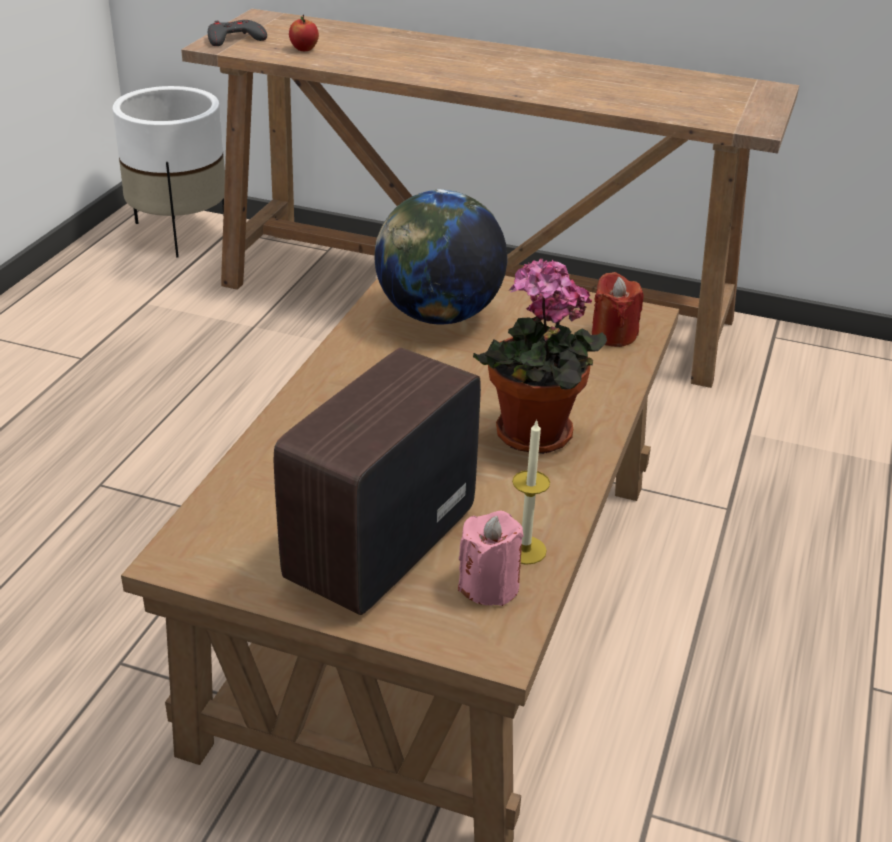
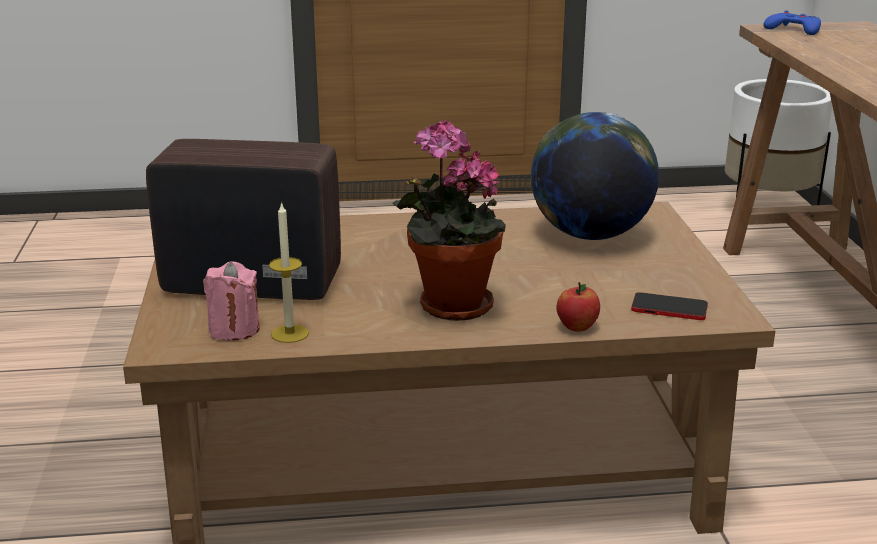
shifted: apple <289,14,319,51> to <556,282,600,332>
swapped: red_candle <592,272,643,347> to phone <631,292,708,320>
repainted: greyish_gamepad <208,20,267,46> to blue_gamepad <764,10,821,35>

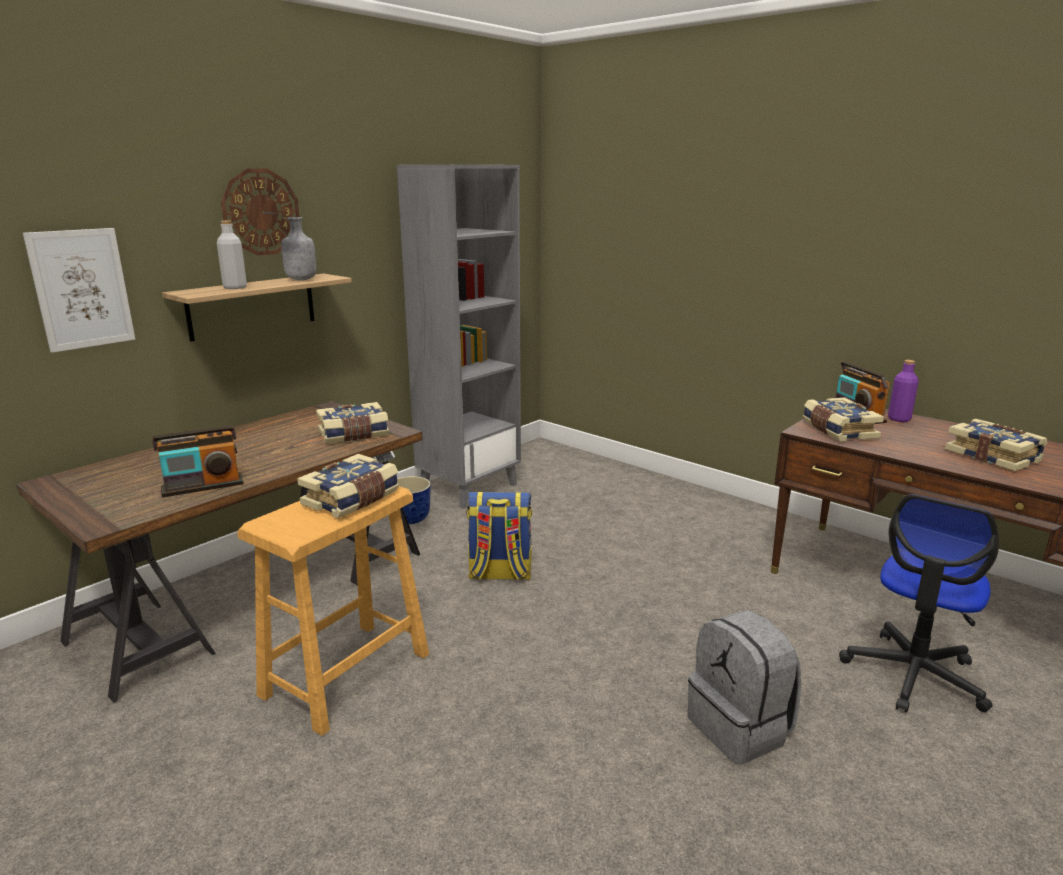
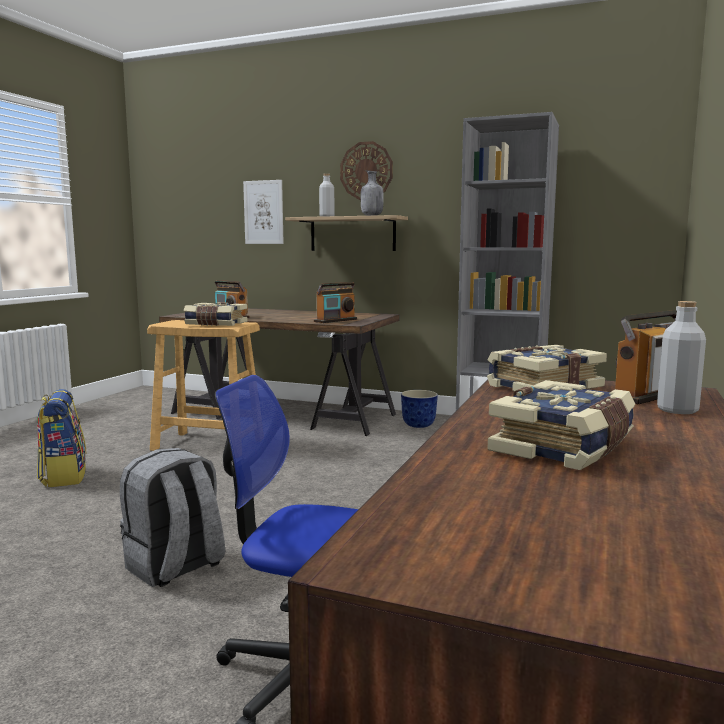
shifted: knapsack <466,492,532,580> to <37,389,86,487>
swapped: book <316,402,389,444> to radio_set <314,282,357,323>
repainted: purple-coloured_bottle <888,360,919,422> to greyish_bottle <657,301,706,414>

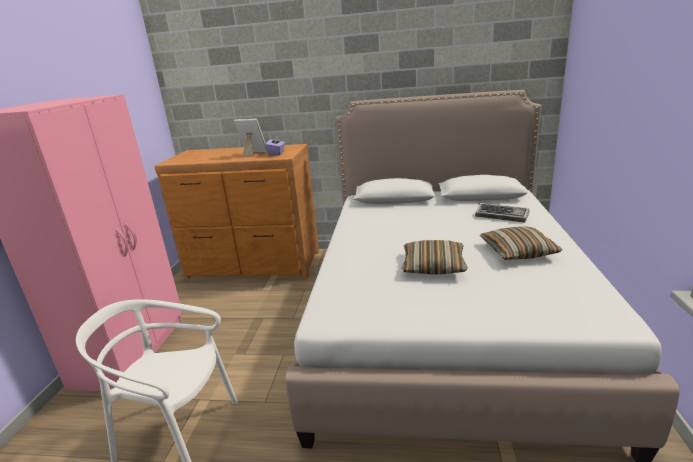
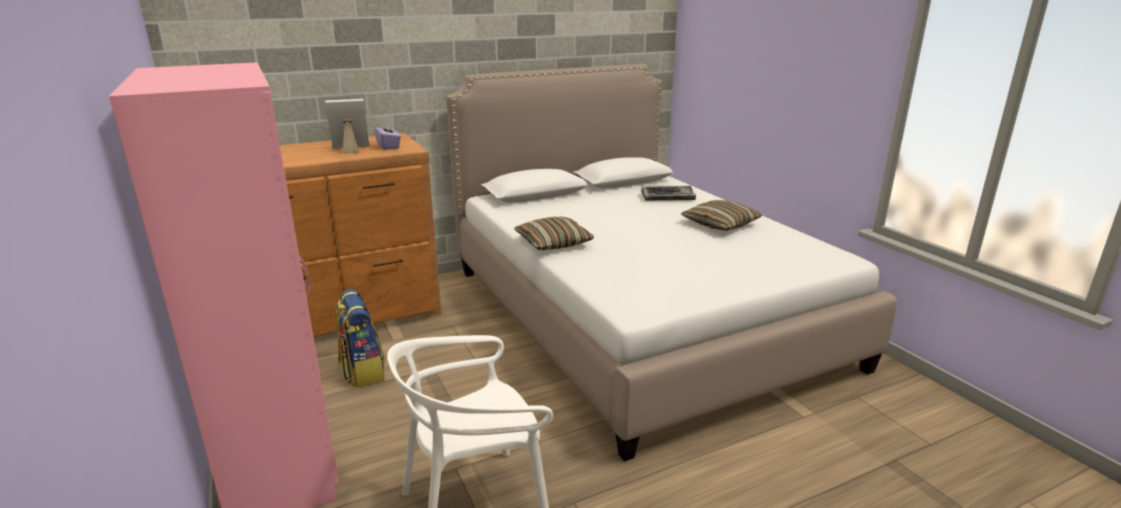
new: knapsack <336,289,385,388>
shifted: pillow <402,240,468,274> to <514,217,594,250>

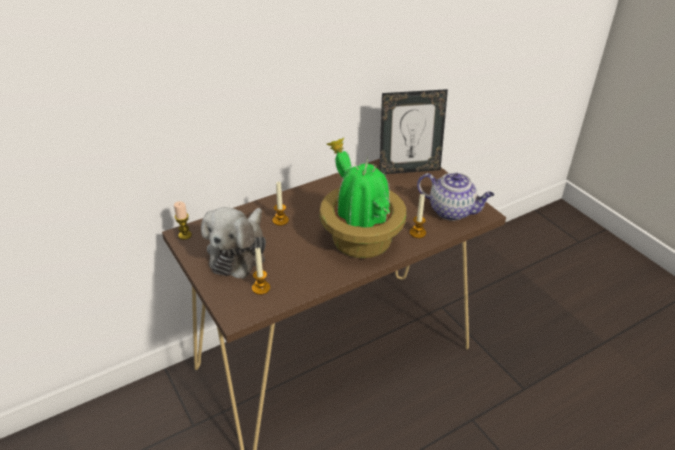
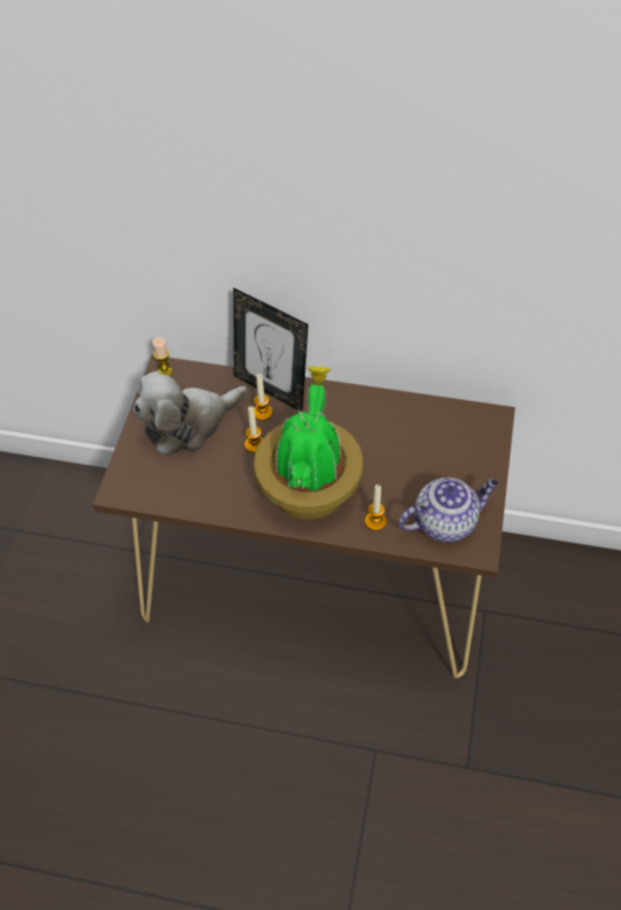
shifted: standing_frame <379,89,448,174> to <233,287,308,412>; candle <252,247,270,295> to <245,406,263,453>
rotated: pot_for_tea <417,172,494,221> = <399,477,499,542> 90 degrees counterclockwise

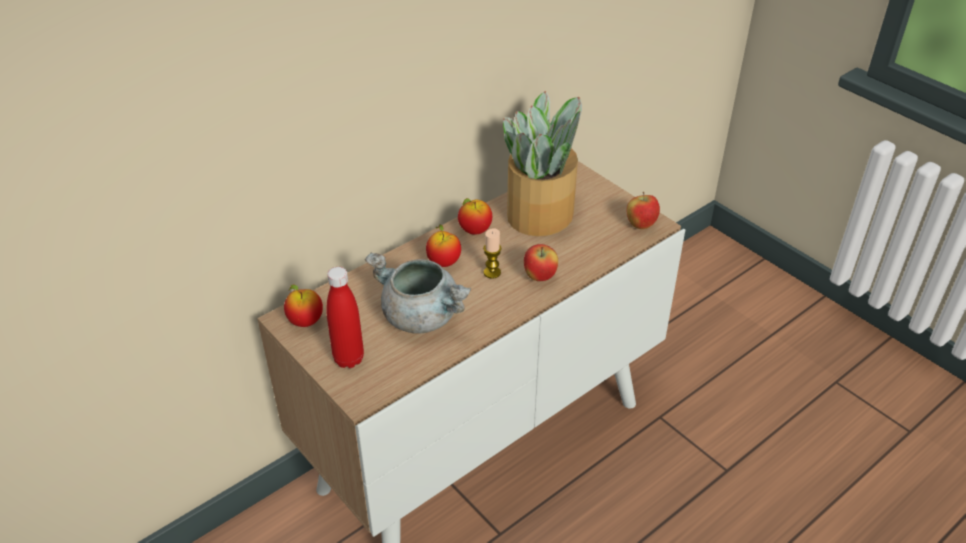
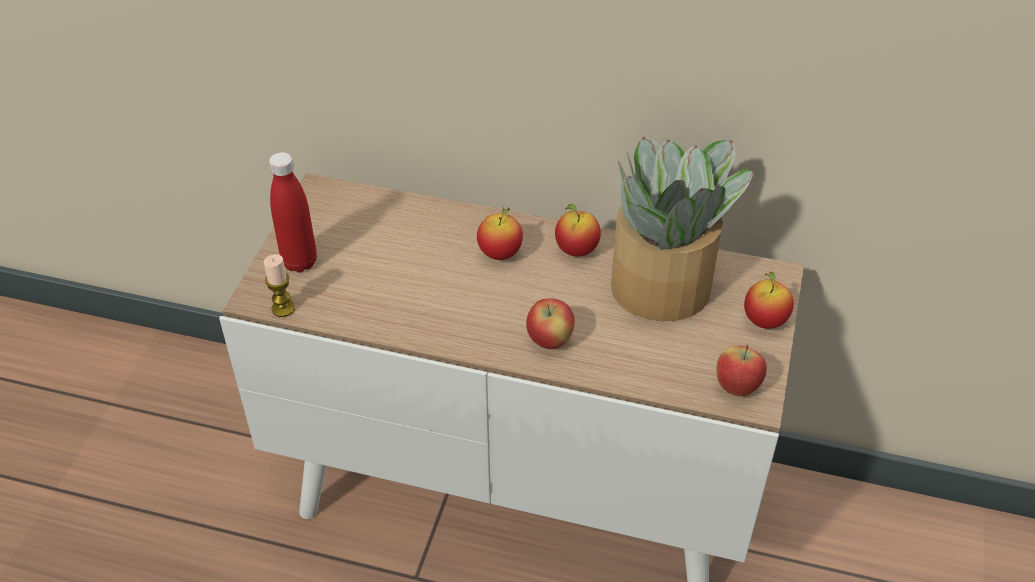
gone: greyish_saucepot <365,253,471,334>
shifted: candle <483,228,501,279> to <264,254,295,317>; apple <284,285,323,327> to <744,271,794,329>

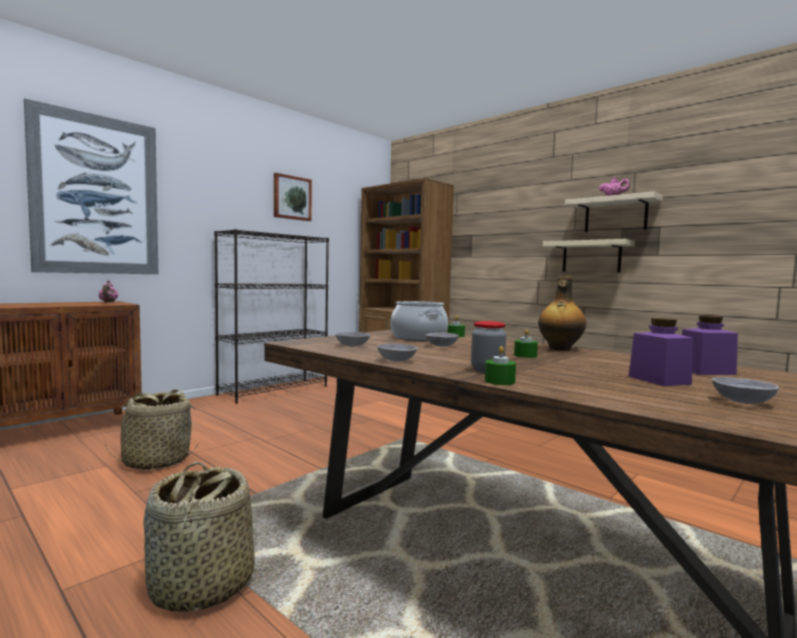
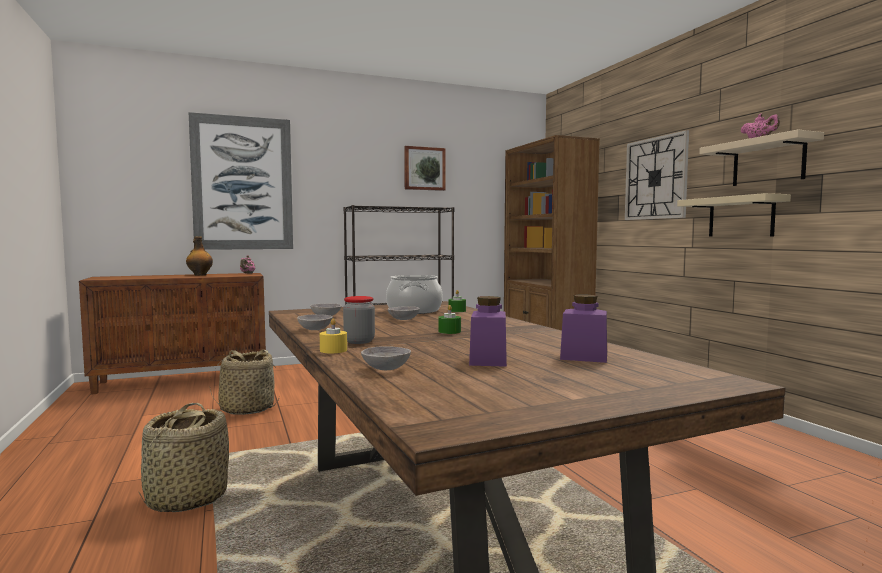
new: wall_clock <625,130,689,220>
shifted: bottle <538,276,586,351> to <186,236,213,276>; greyish_bowl <712,377,779,404> to <361,346,411,370>
repainted: green_candle <485,346,516,385> to yellow_candle <320,318,347,353>

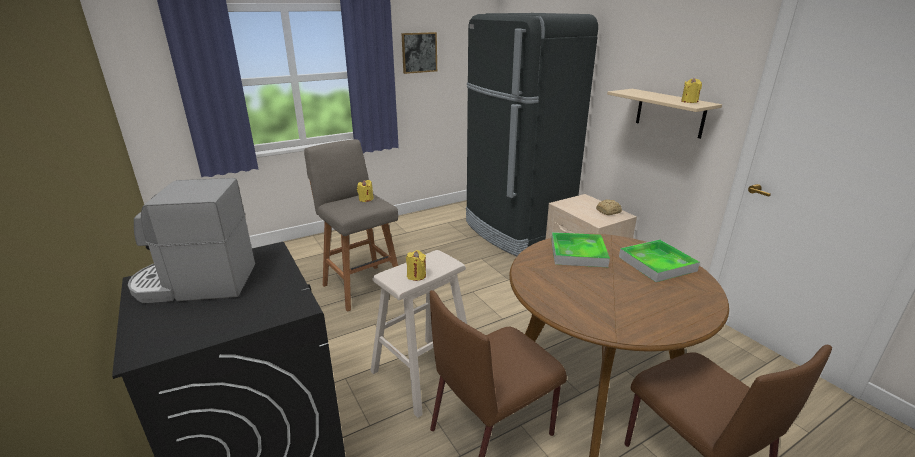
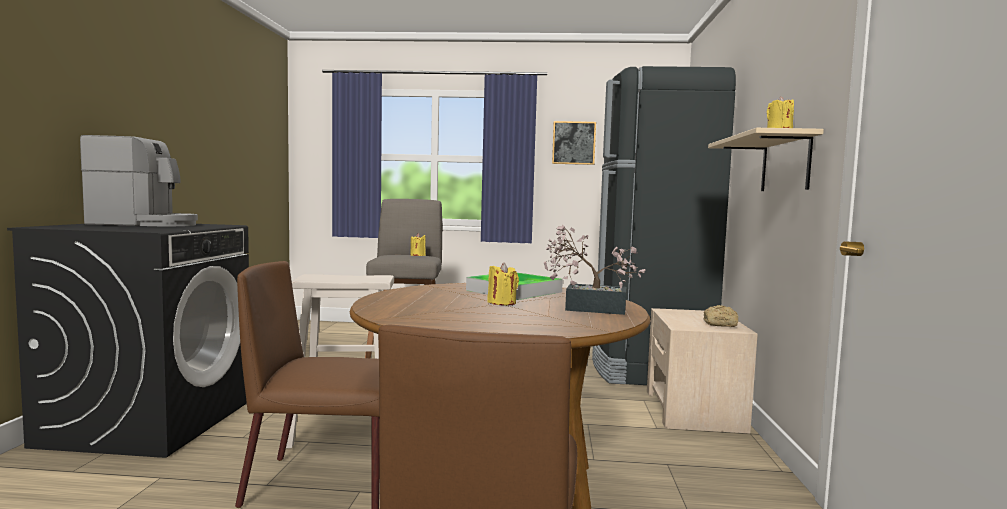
shifted: yellow_candle <406,250,426,281> to <487,263,519,306>
swapped: serving_tray <619,240,700,282> to plant_in_a_pot <544,225,646,315>
rotated: coffee_machine <128,178,255,303> = <80,135,198,227> 150 degrees clockwise

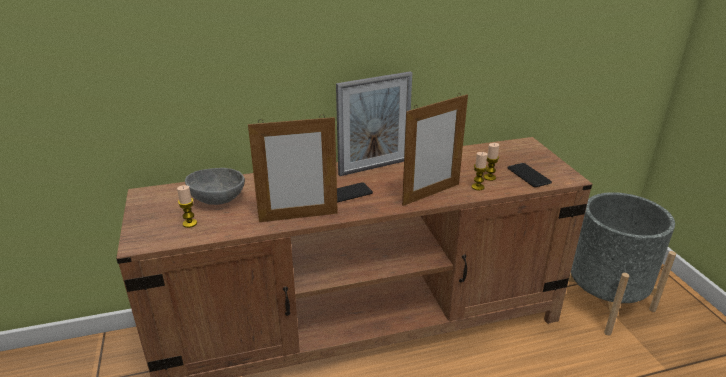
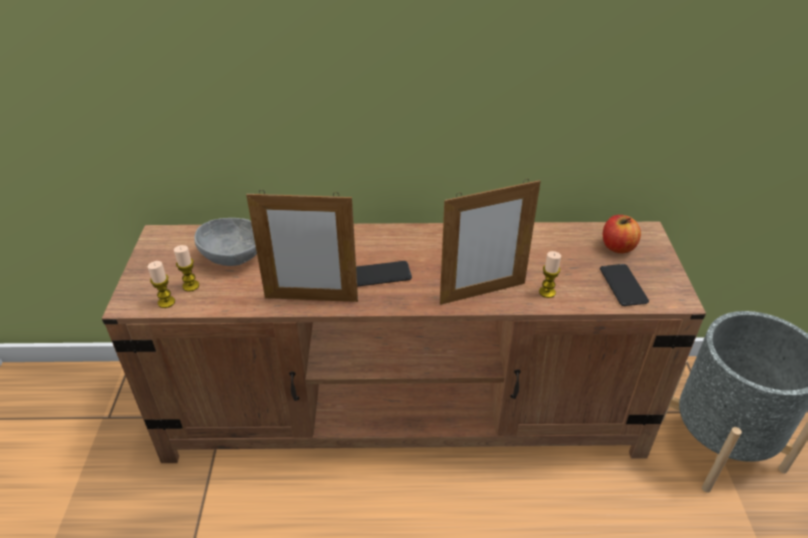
gone: standing_frame <336,72,412,176>
new: apple <603,215,641,253>
shifted: candle <484,143,499,181> to <148,261,175,308>

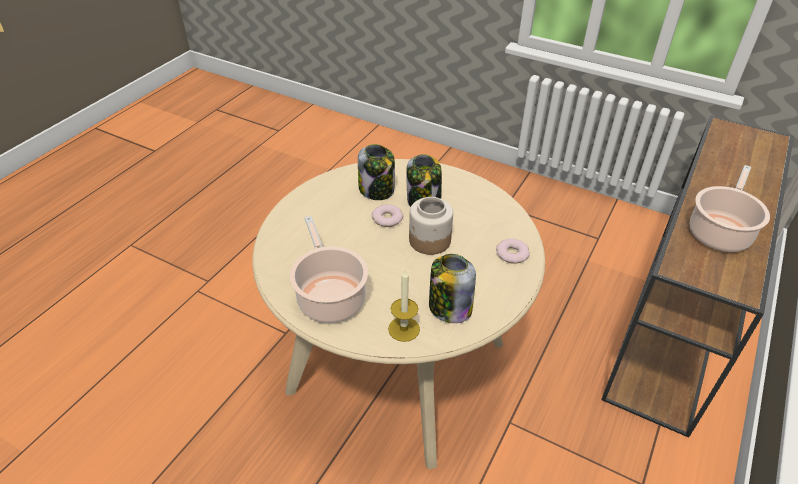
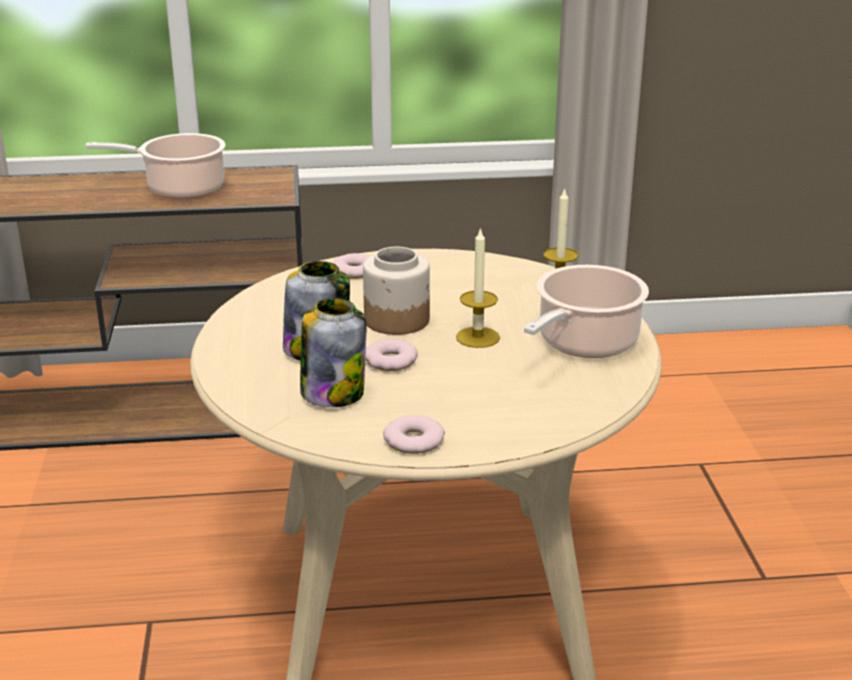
gone: storage_jar <429,254,476,323>
new: candle <456,227,500,348>; donut <383,415,445,454>

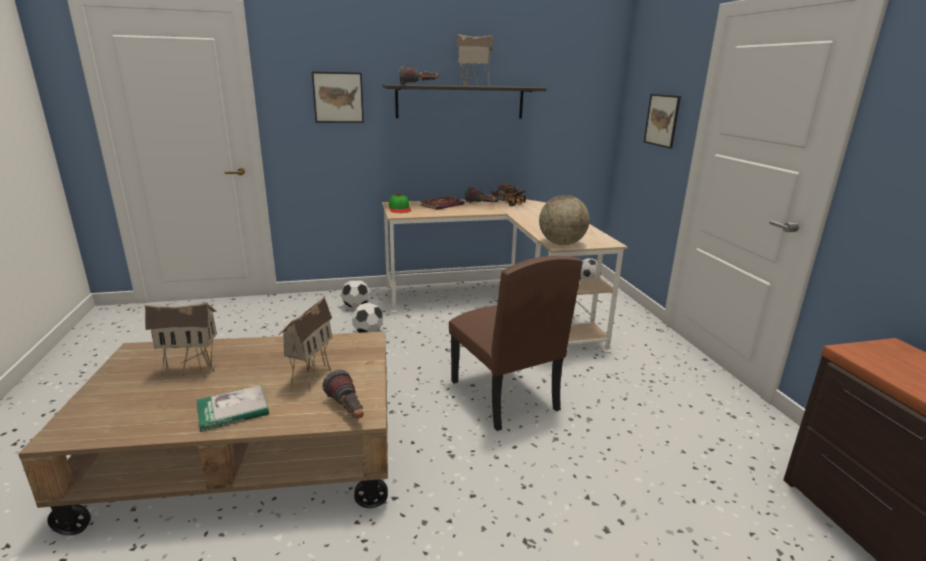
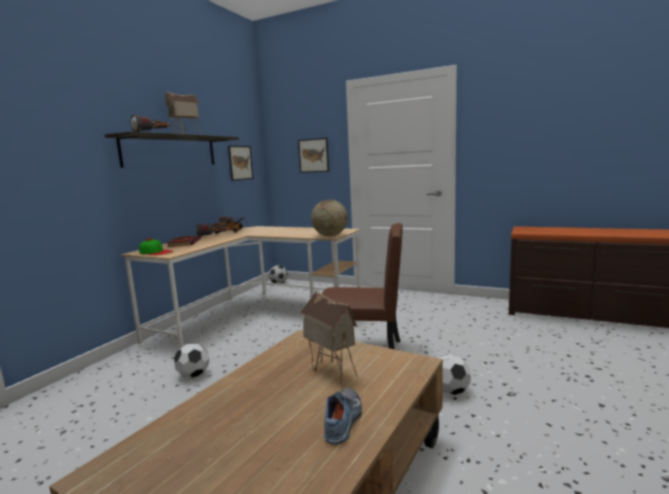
gone: miniature_house <144,303,217,380>; torch <322,370,364,419>
shifted: picture <312,72,364,123> to <228,146,253,181>; ball_for_football <341,280,371,308> to <439,354,471,395>
swapped: book <197,385,269,432> to shoe <324,388,362,445>

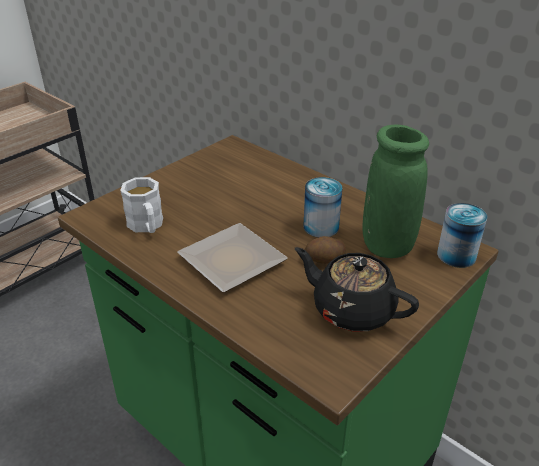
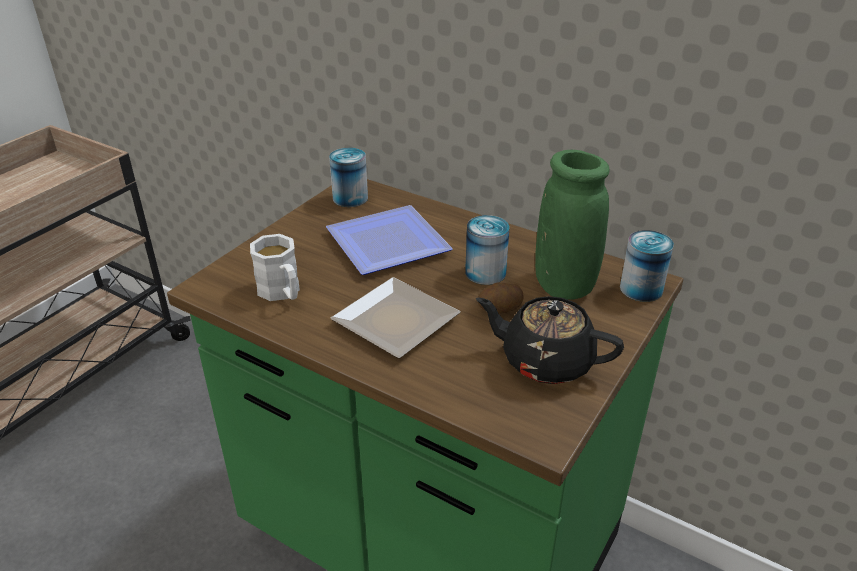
new: sealed_can <329,148,368,207>; flat_dish <326,205,453,275>

